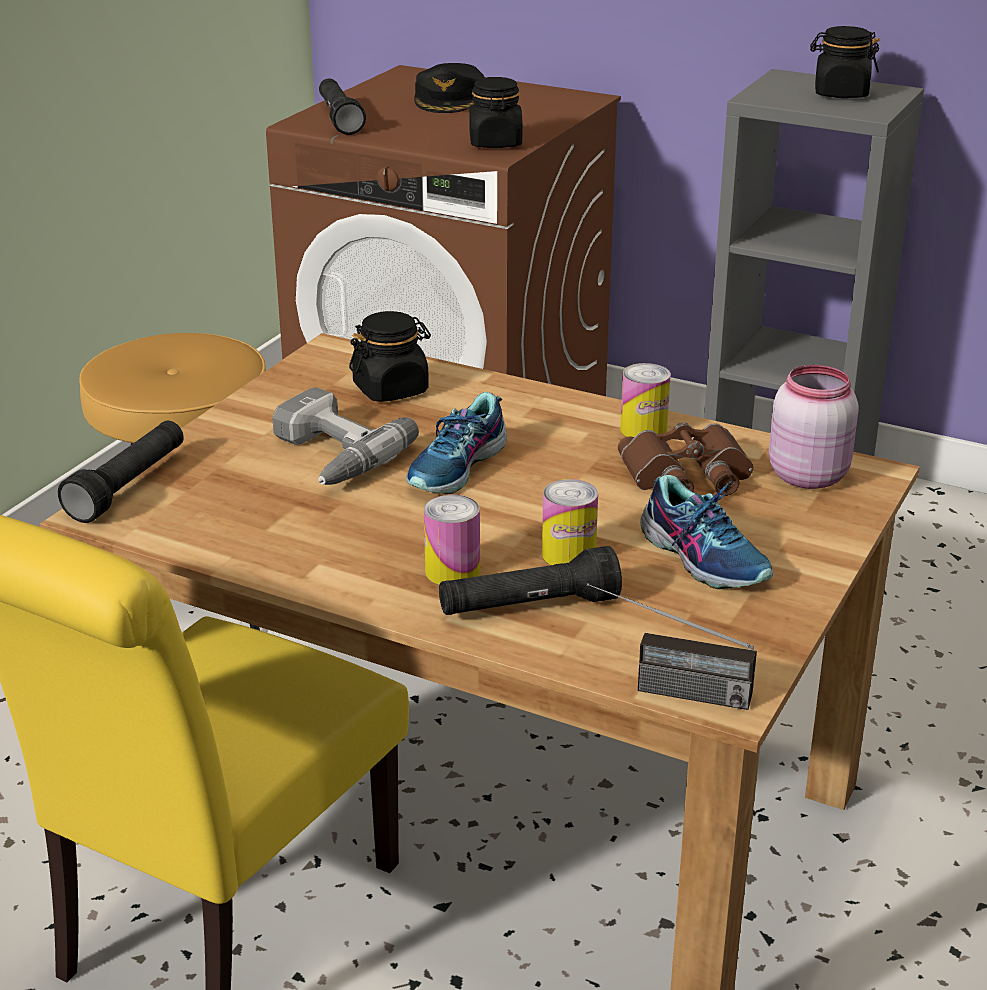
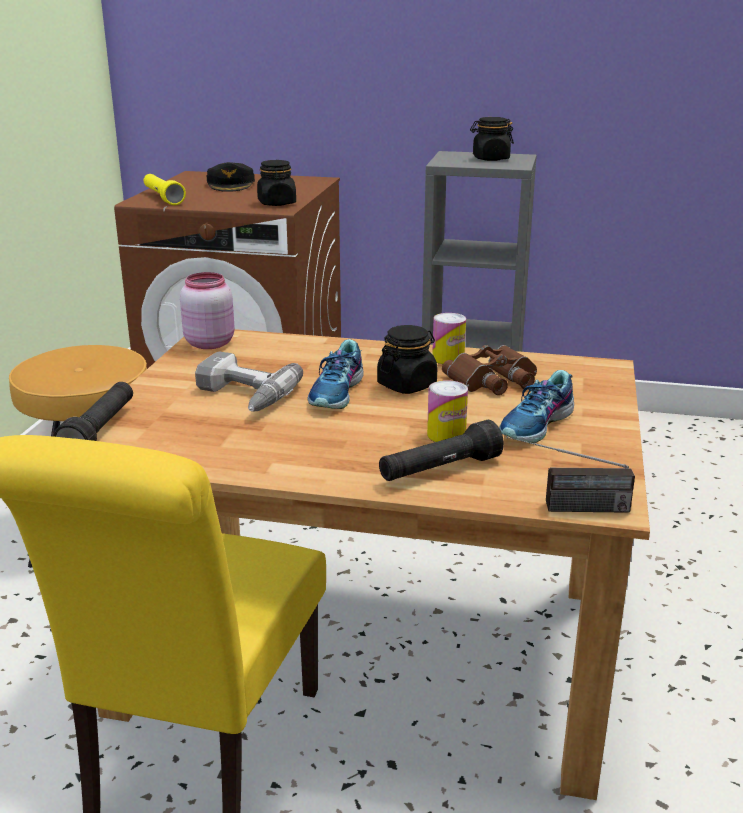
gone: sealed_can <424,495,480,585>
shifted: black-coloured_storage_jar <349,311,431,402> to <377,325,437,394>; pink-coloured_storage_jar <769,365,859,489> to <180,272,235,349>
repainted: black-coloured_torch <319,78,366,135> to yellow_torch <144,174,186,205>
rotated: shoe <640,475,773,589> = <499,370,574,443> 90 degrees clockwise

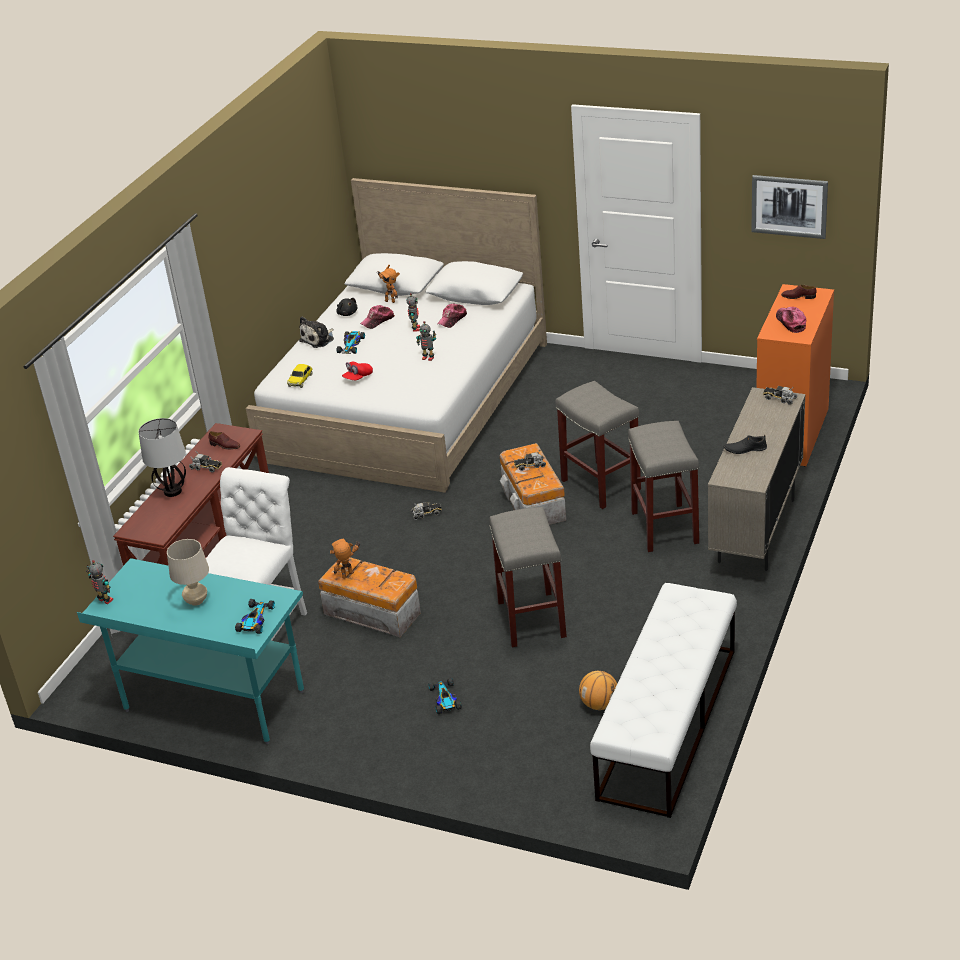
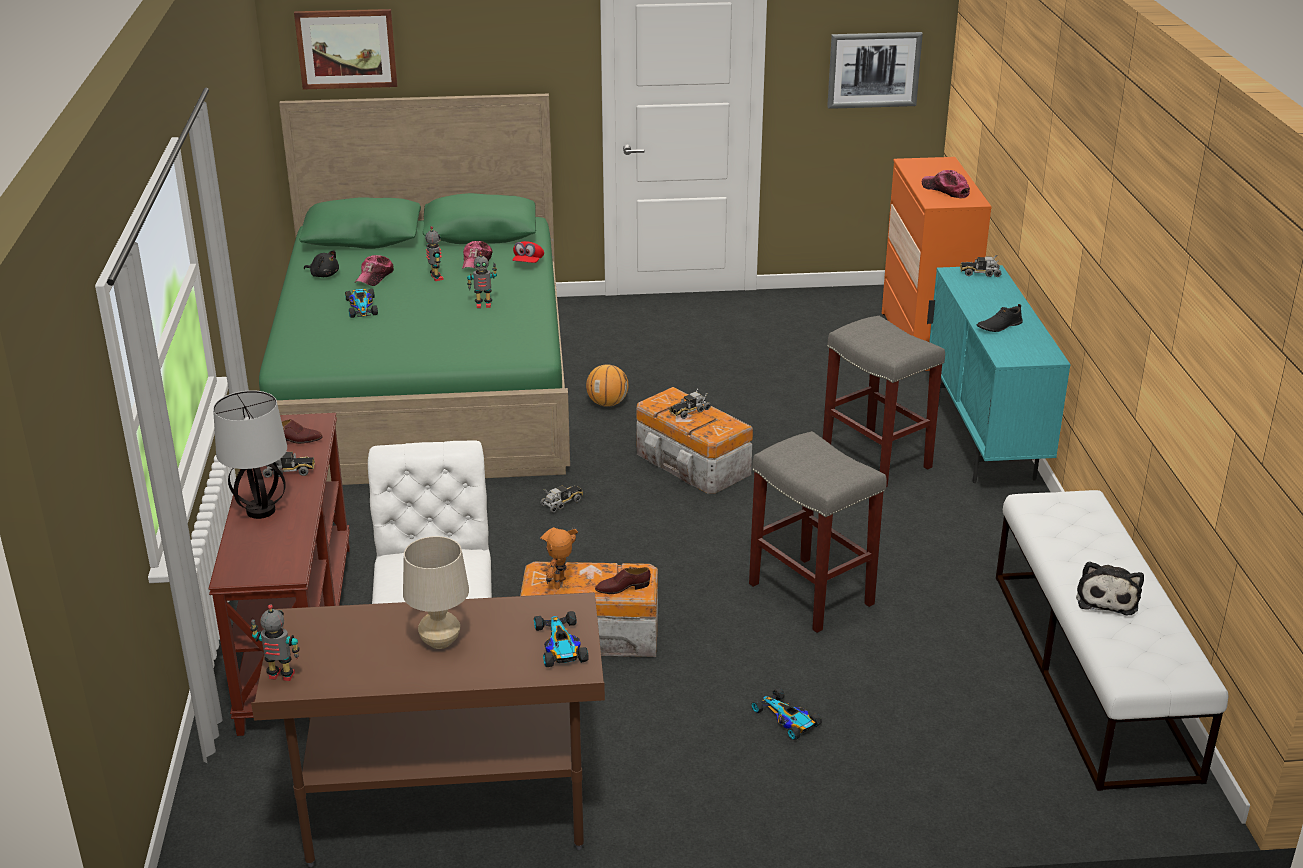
gone: toy_robot <377,265,400,303>; toy_car <287,364,312,388>; greyish_stool <555,381,641,509>
new: picture <294,9,397,90>
shifted: brown_shoe <781,285,817,299> to <595,567,651,594>; cuddly_toy <299,317,334,348> to <1076,561,1144,616>; red_cap <342,362,373,380> to <512,241,544,263>; basketball_ball <579,671,617,710> to <586,364,629,407>
repainted: whitish_sleeping_bed <246,178,547,493> to green_sleeping_bed <259,94,570,485>; sand-coloured_cabinet <708,387,805,571> to turquoise_cabinet <927,265,1071,483>; turquoise_desk_unit <77,558,304,744> to brown_desk_unit <251,592,605,867>

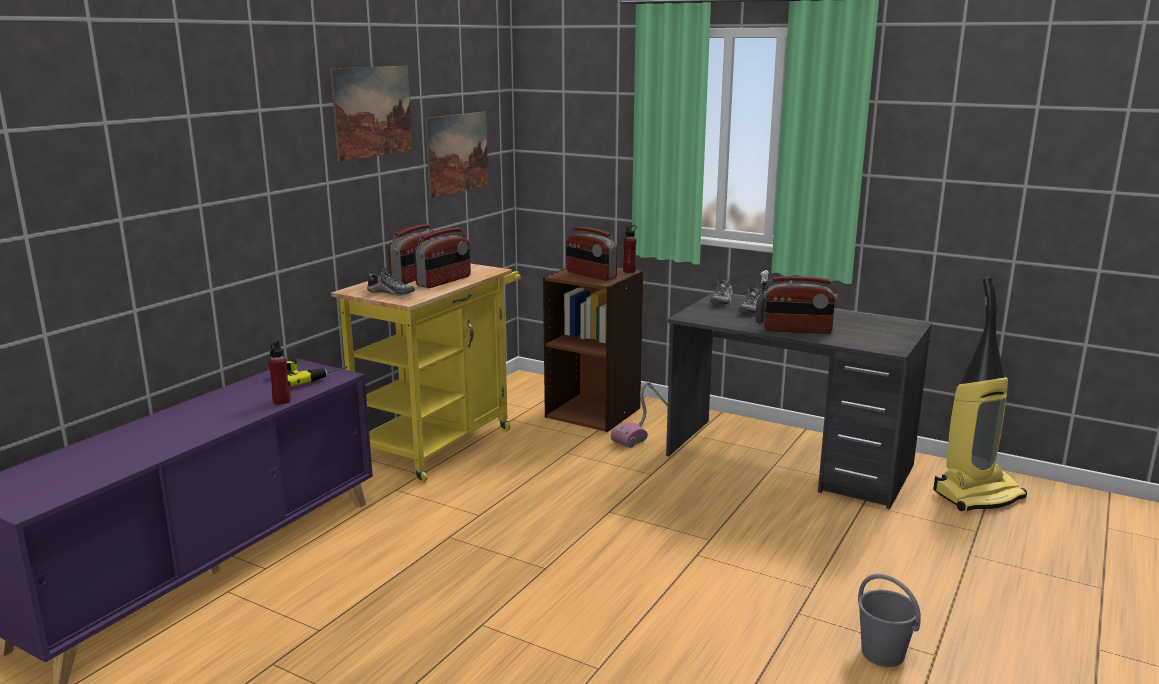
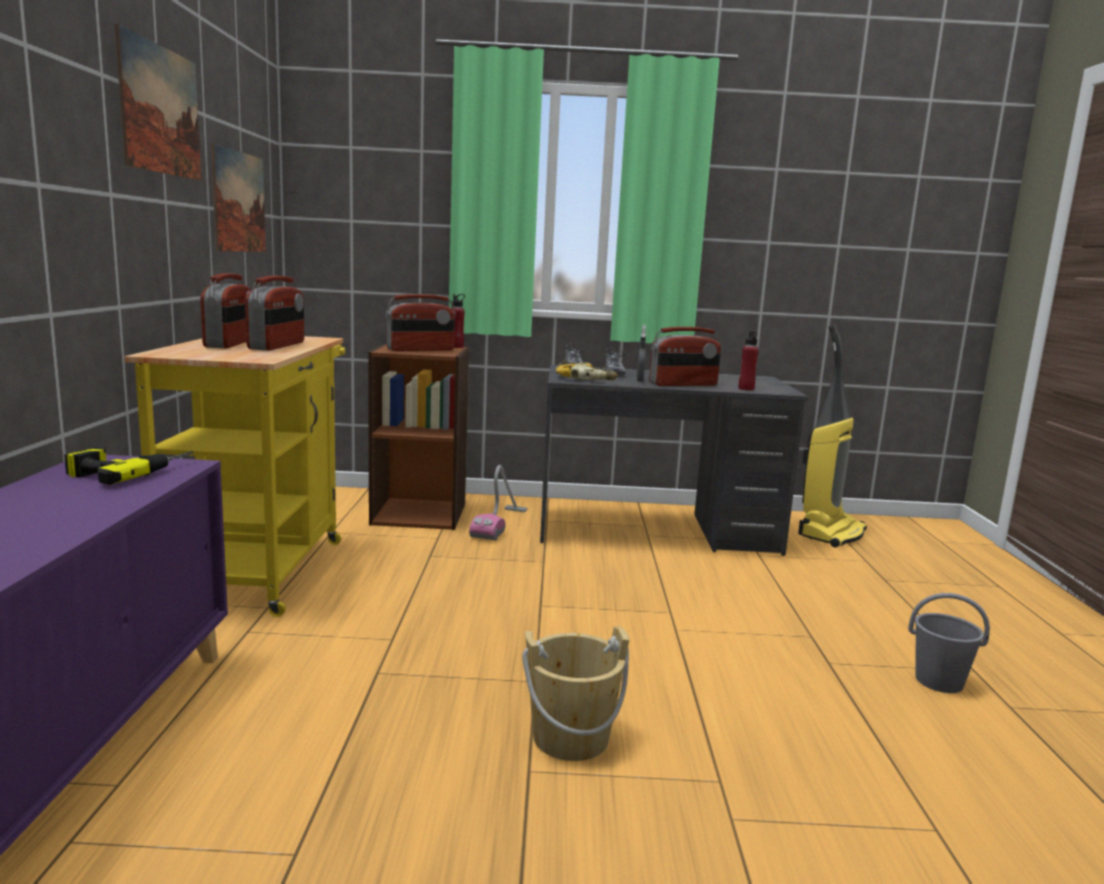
gone: shoe <367,266,415,296>
new: power_drill <556,361,618,380>; sand-coloured_water_bucket <522,625,629,761>
shifted: red_bottle <268,340,291,405> to <738,331,759,391>
rotated: radio_set <566,227,617,280> = <385,294,456,351> 45 degrees counterclockwise

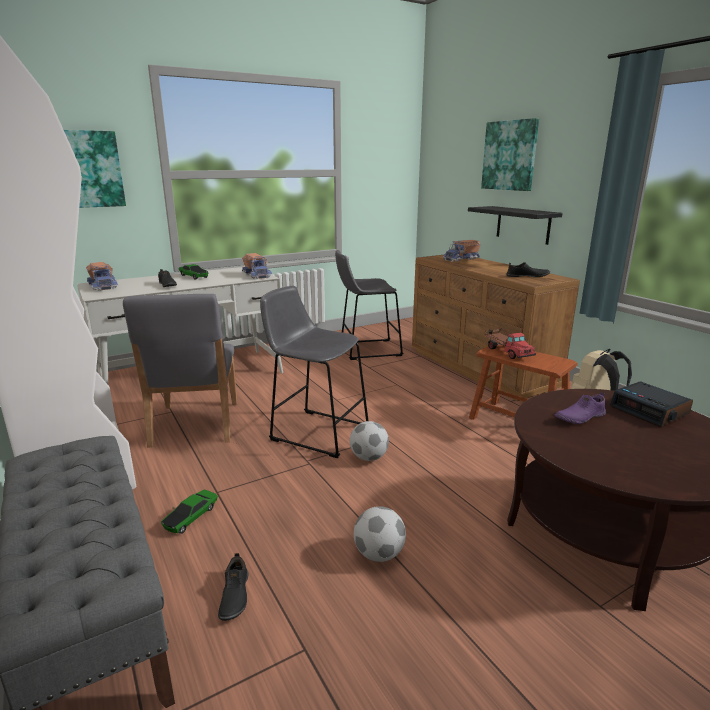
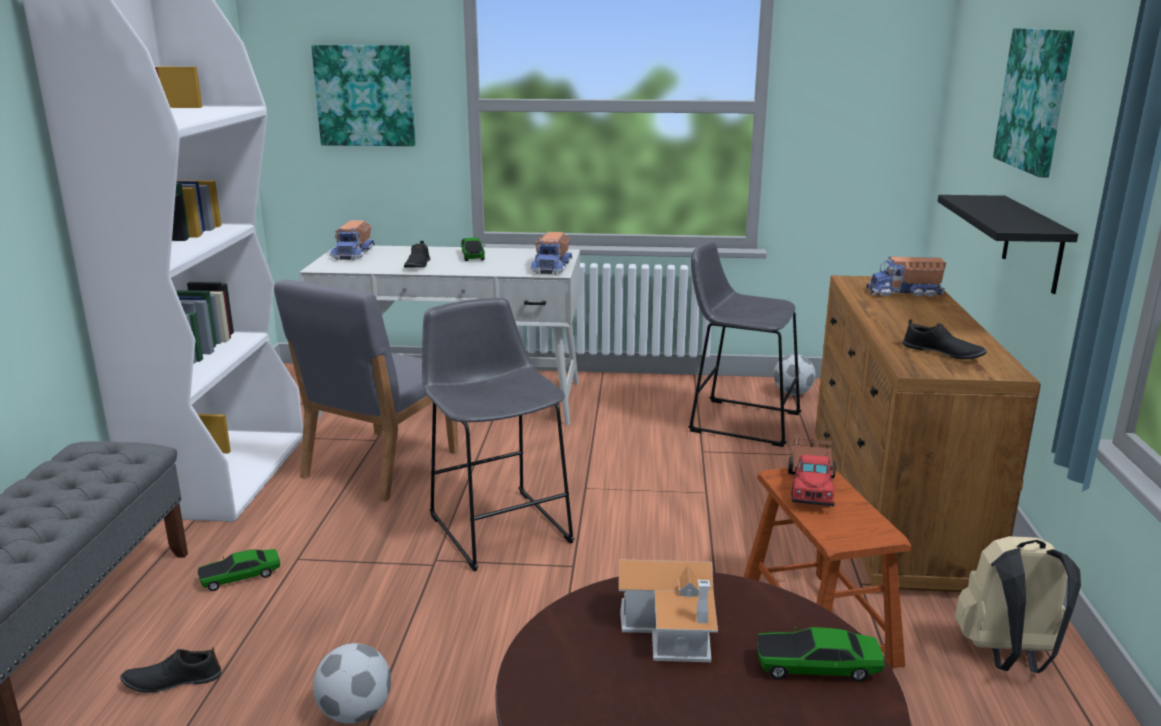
shifted: ball_for_football <350,421,389,461> to <774,354,816,395>
swapped: table_clock <610,381,693,427> to toy_car <757,627,885,682>; purple-coloured_shoe <554,392,606,424> to miniature_house <619,559,718,662>
rotated: black-coloured_shoe <218,553,248,621> = <120,647,221,693> 45 degrees clockwise

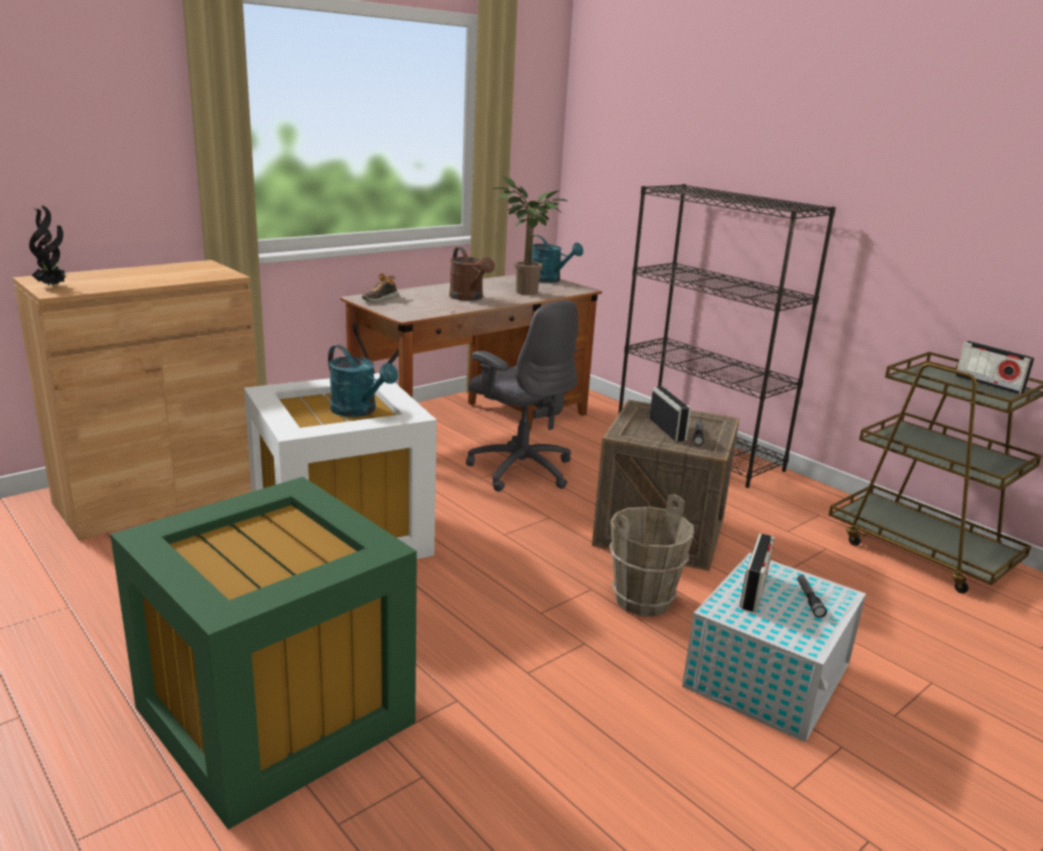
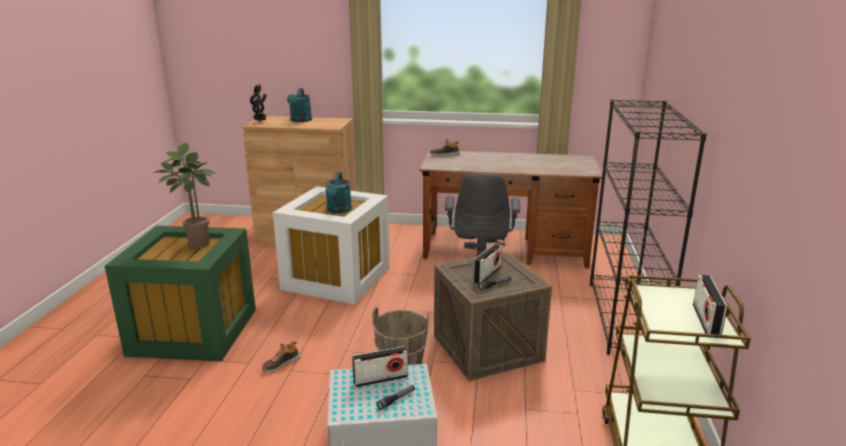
gone: brown_sprinkling_can <449,247,495,301>
new: shoe <262,342,301,372>
shifted: plant_in_a_pot <492,176,569,295> to <153,143,215,248>; turquoise_sprinkling_can <532,235,583,283> to <287,88,312,122>

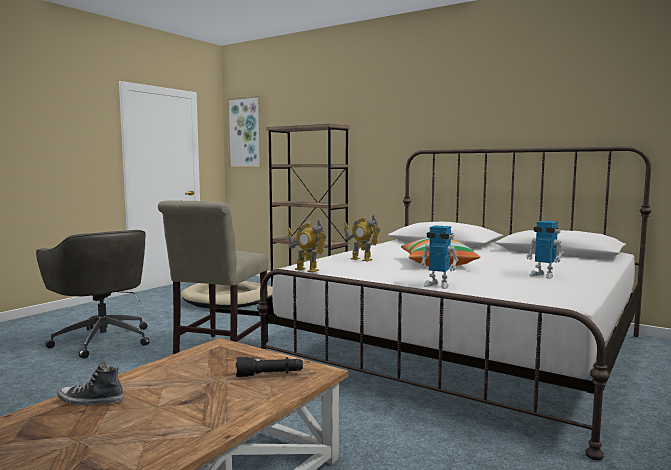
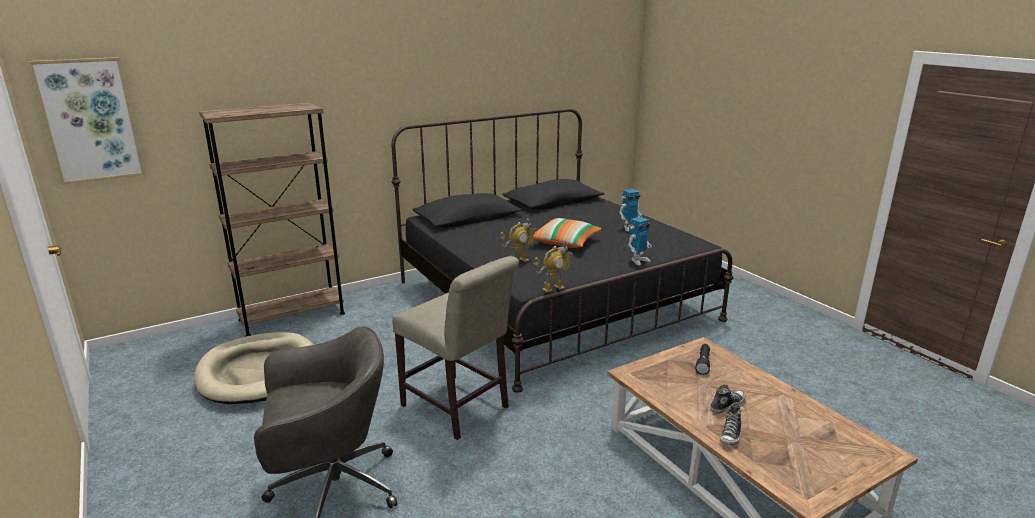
new: shoe <710,384,745,413>
repainted: whitish_sleeping_bed <257,146,651,460> to black-coloured_sleeping_bed <391,108,733,393>

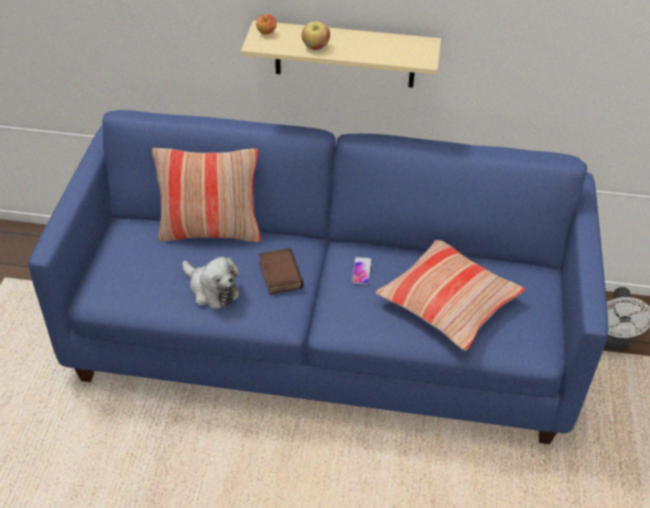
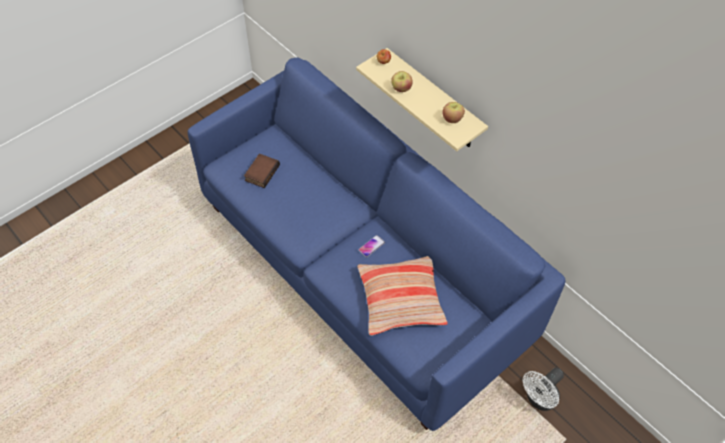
gone: pillow <152,148,261,242>; cuddly_toy <182,257,240,309>
new: apple <443,102,465,123>
shifted: book <259,248,303,294> to <244,153,280,188>

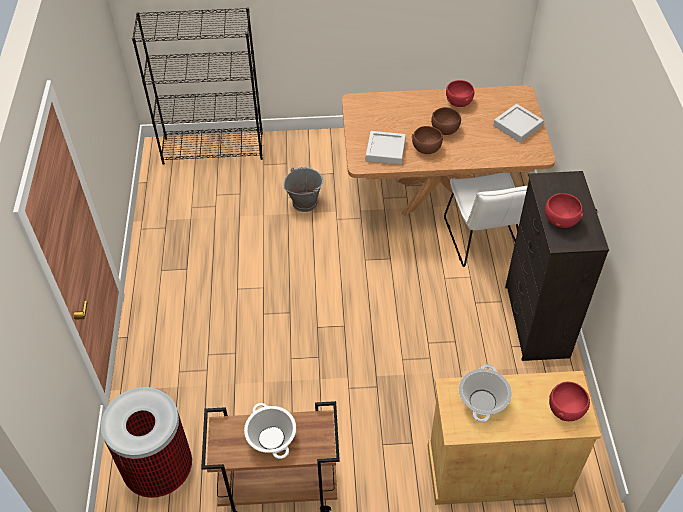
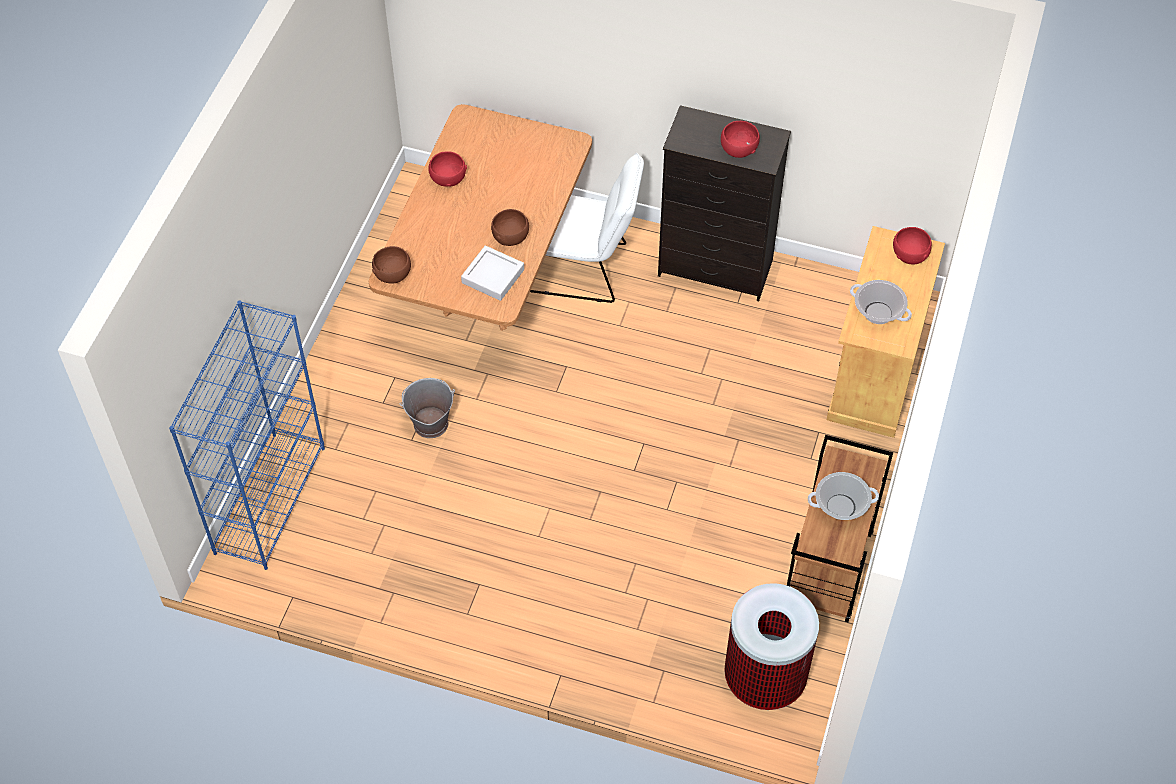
gone: greyish_serving_tray <493,104,544,143>
shifted: brown_bowl <431,107,461,135> to <372,246,411,284>
repainted: black-coloured_bookshelf <132,8,263,165> to blue_bookshelf <169,301,325,570>

